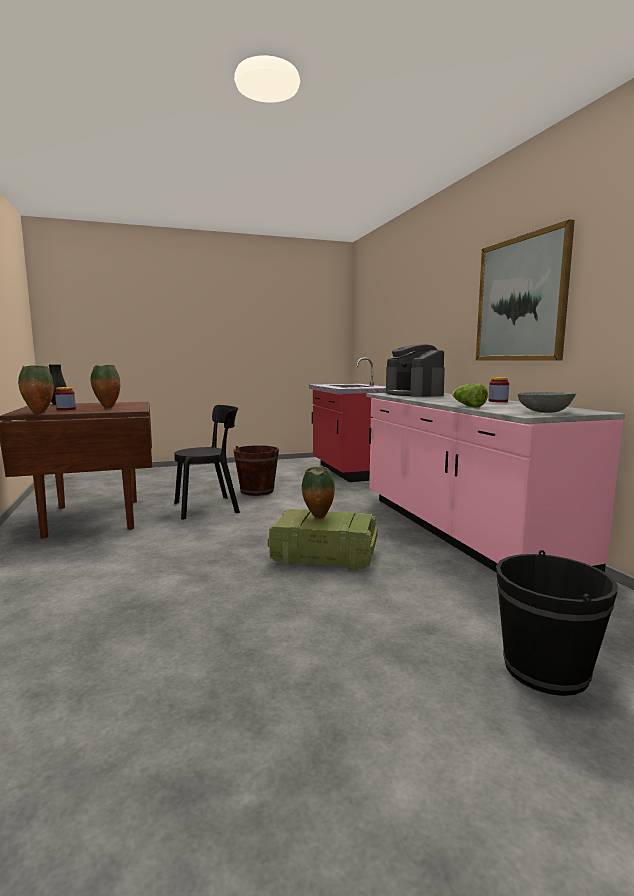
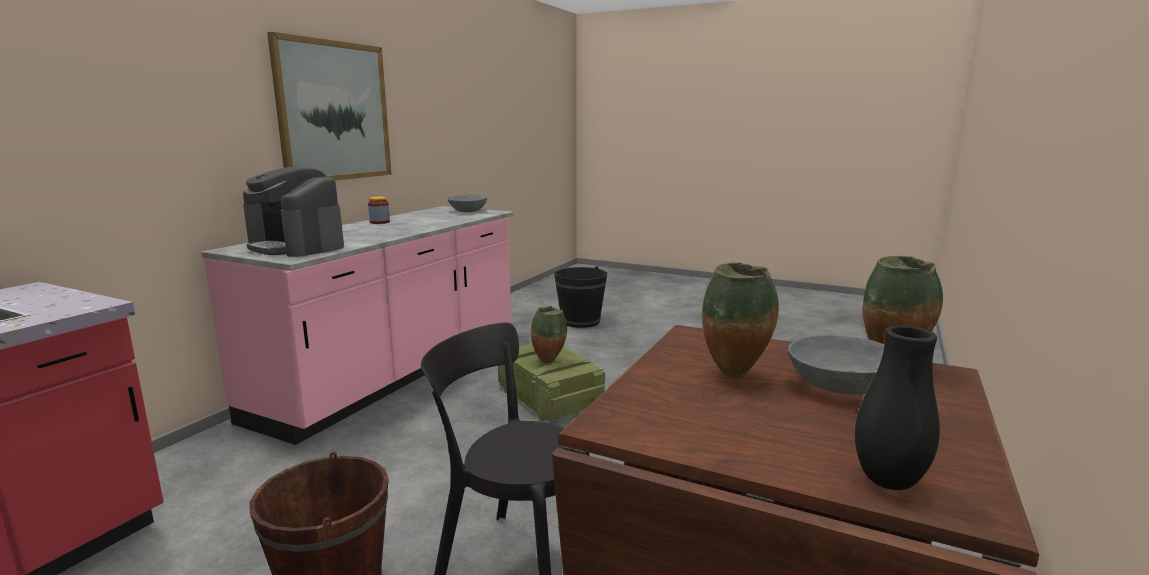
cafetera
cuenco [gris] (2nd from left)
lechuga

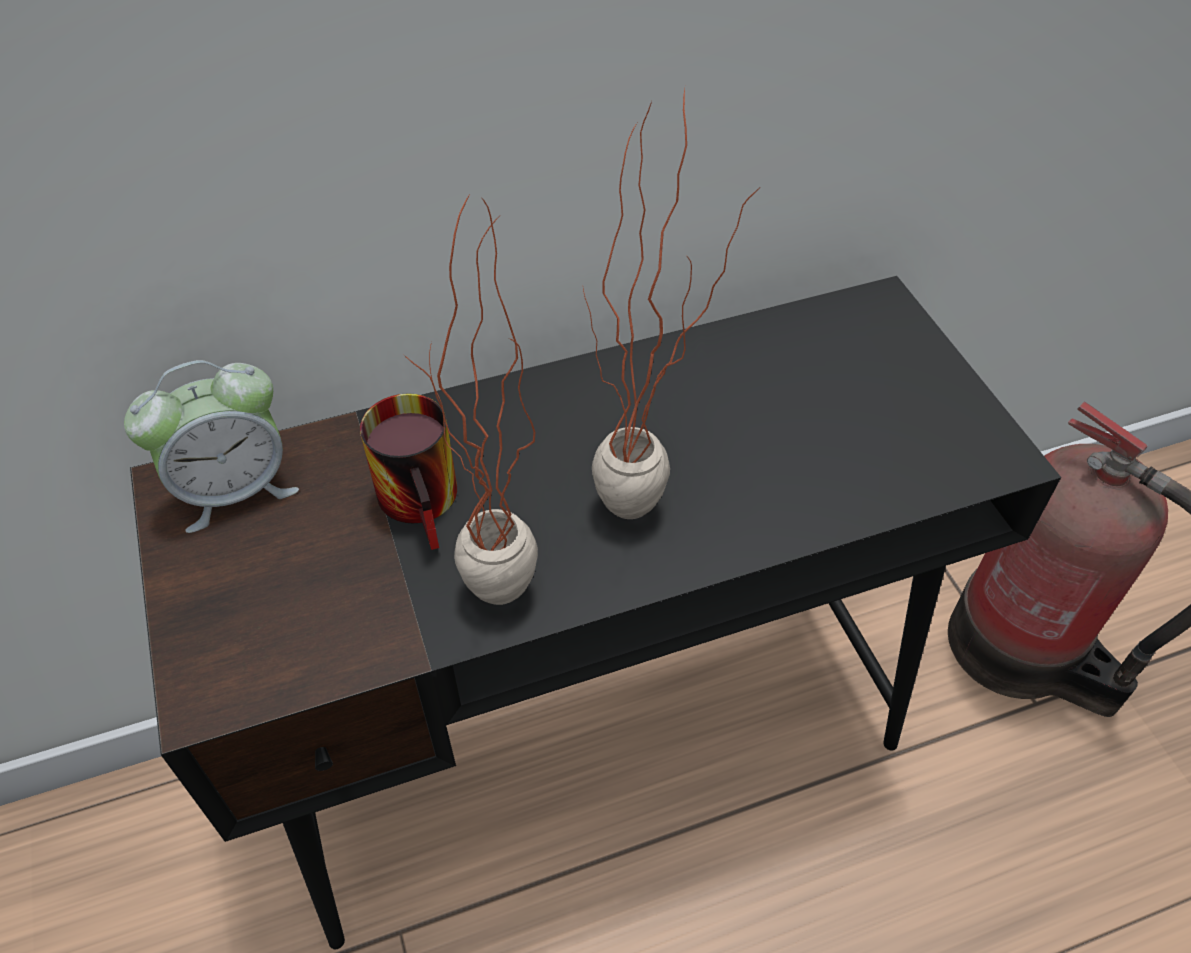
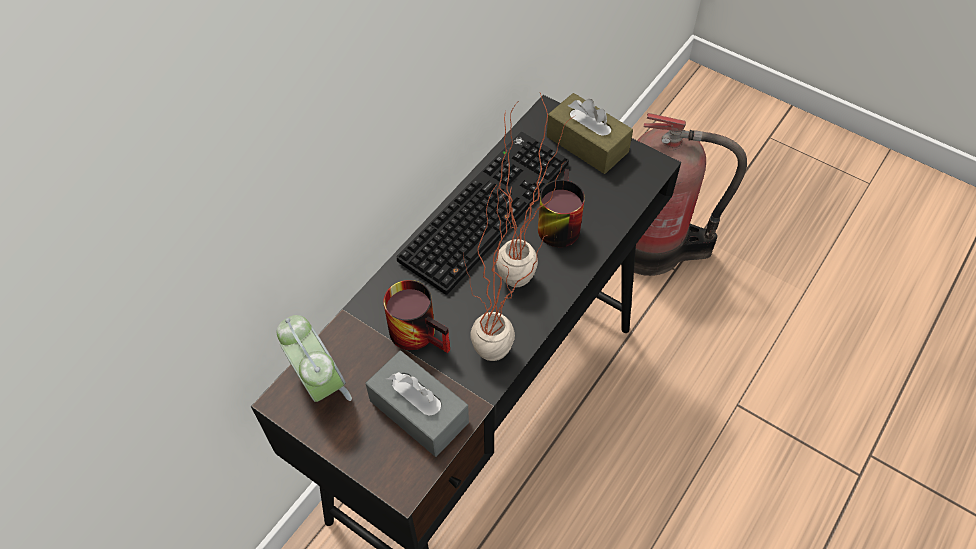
despertador
caja de pañuelos [gris]
teclado
taza grande (2nd from left)
caja de pañuelos [marrón]

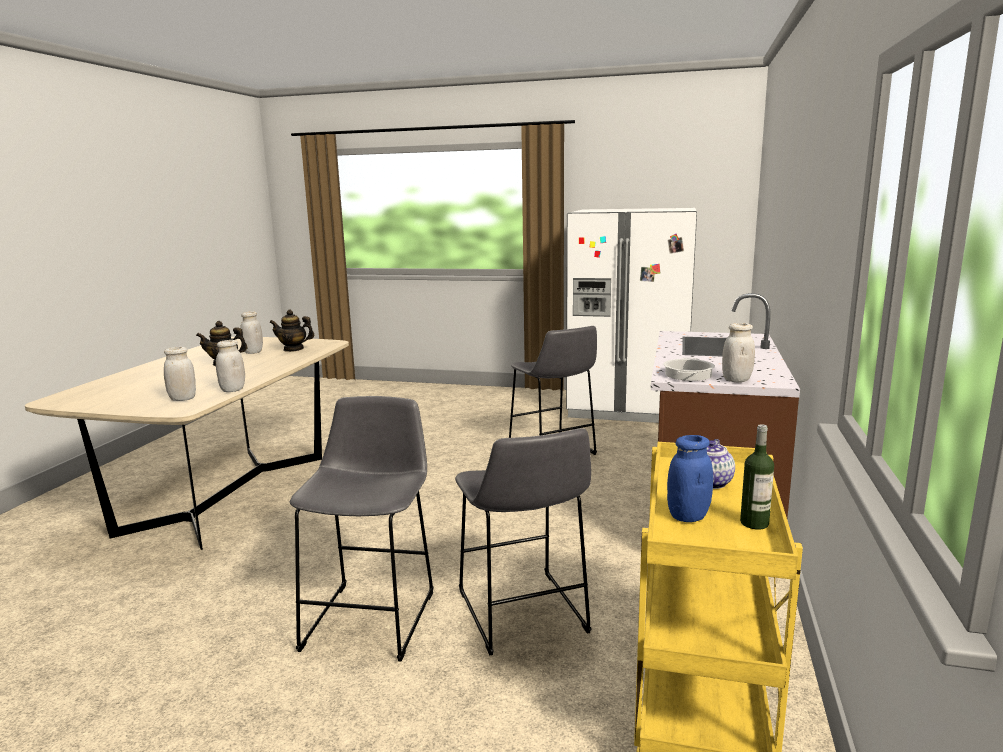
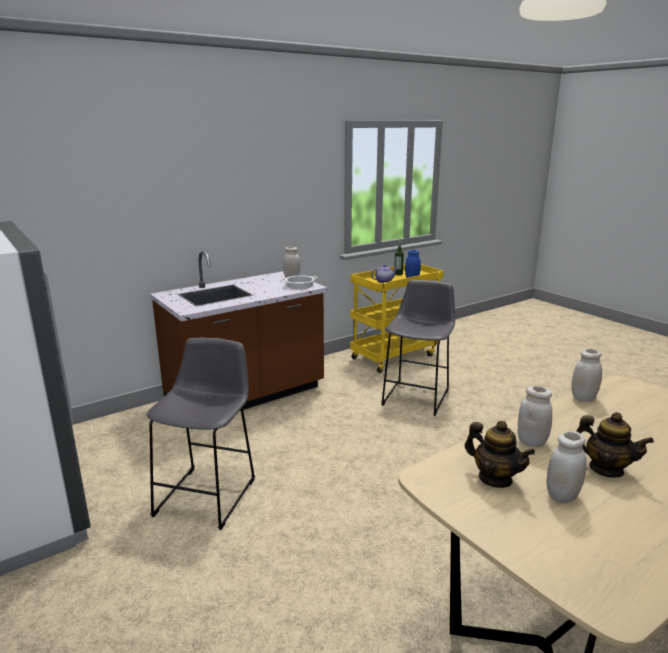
tarro [blanco] (2nd from left)
taburete [gris] (1st from left in the first image)

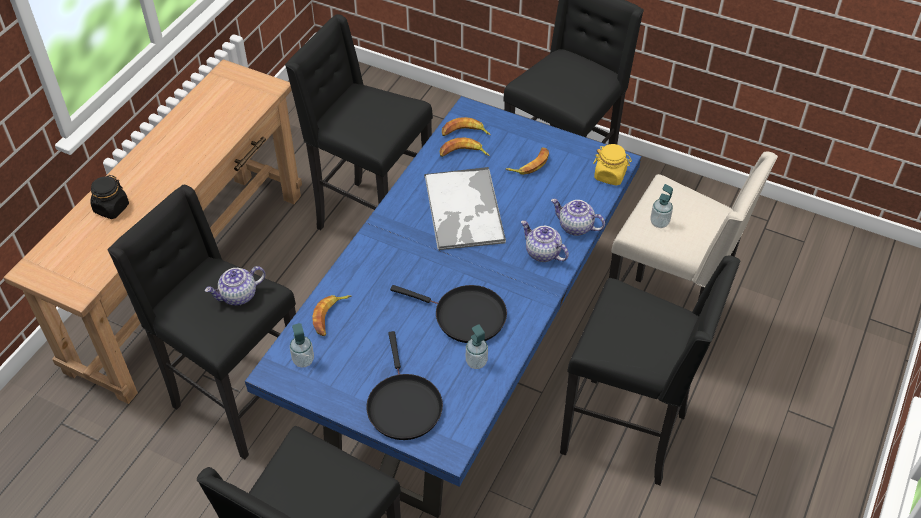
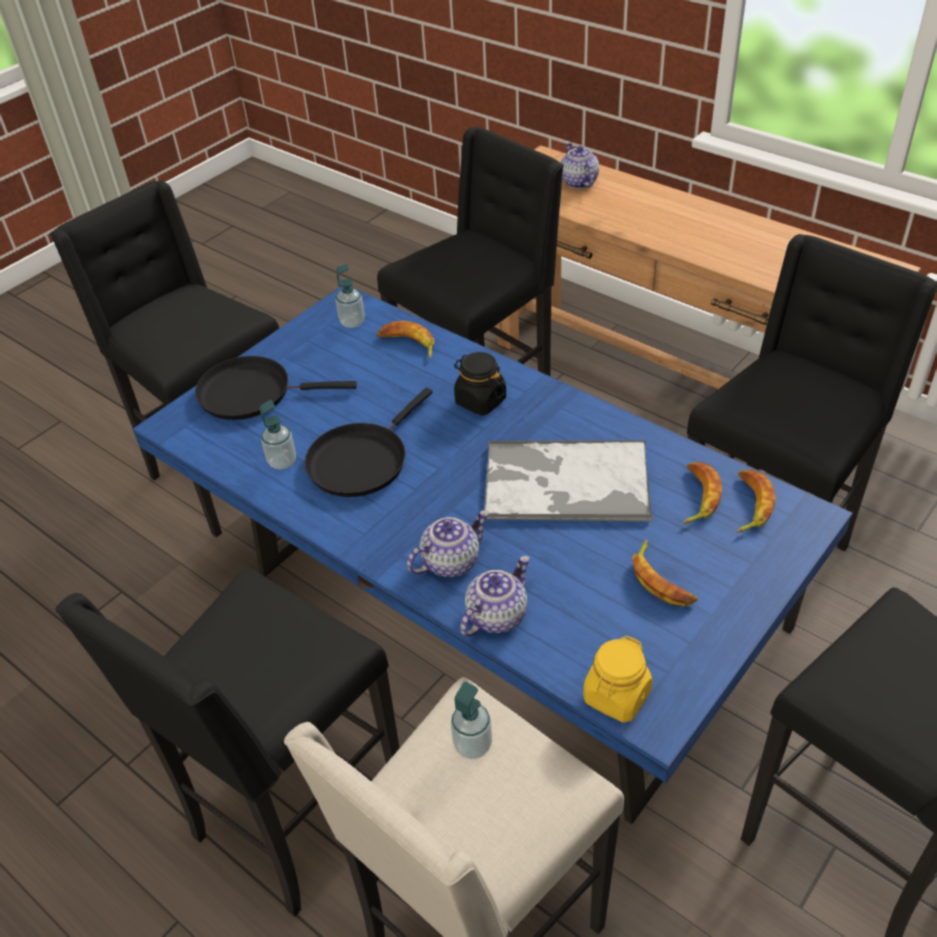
tarro [negro]
tetera (3rd from left)

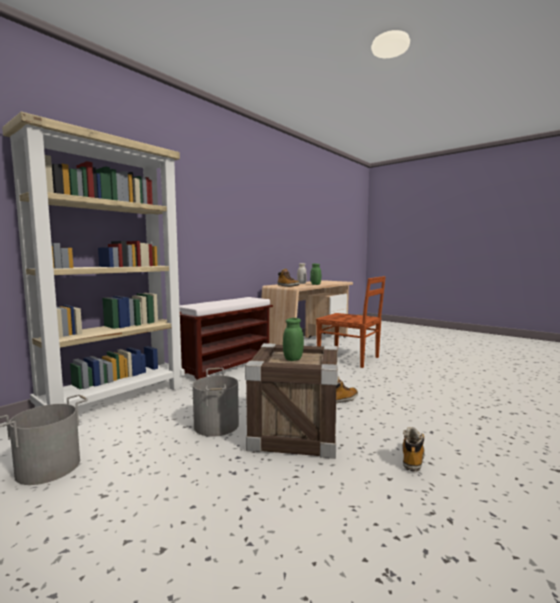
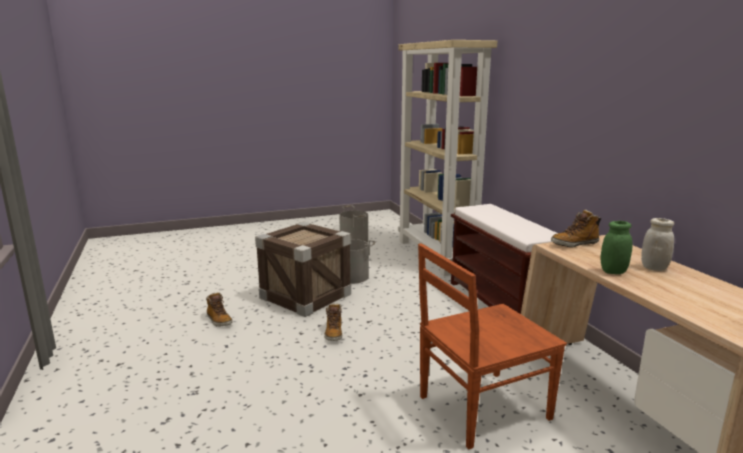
tarro [verde] (1st from left in the first image)

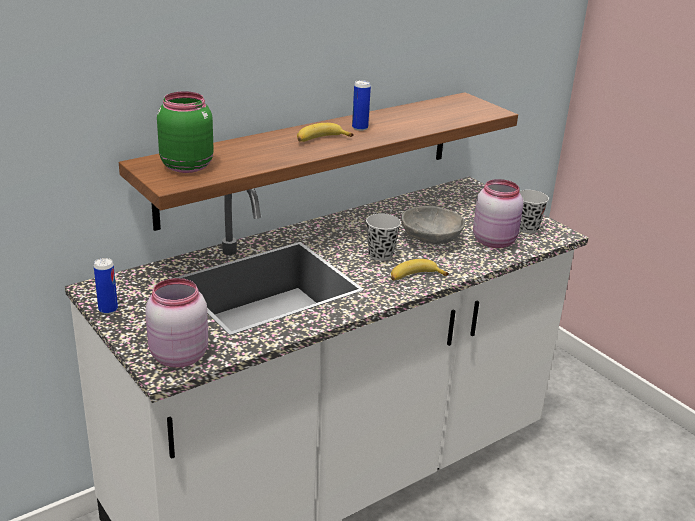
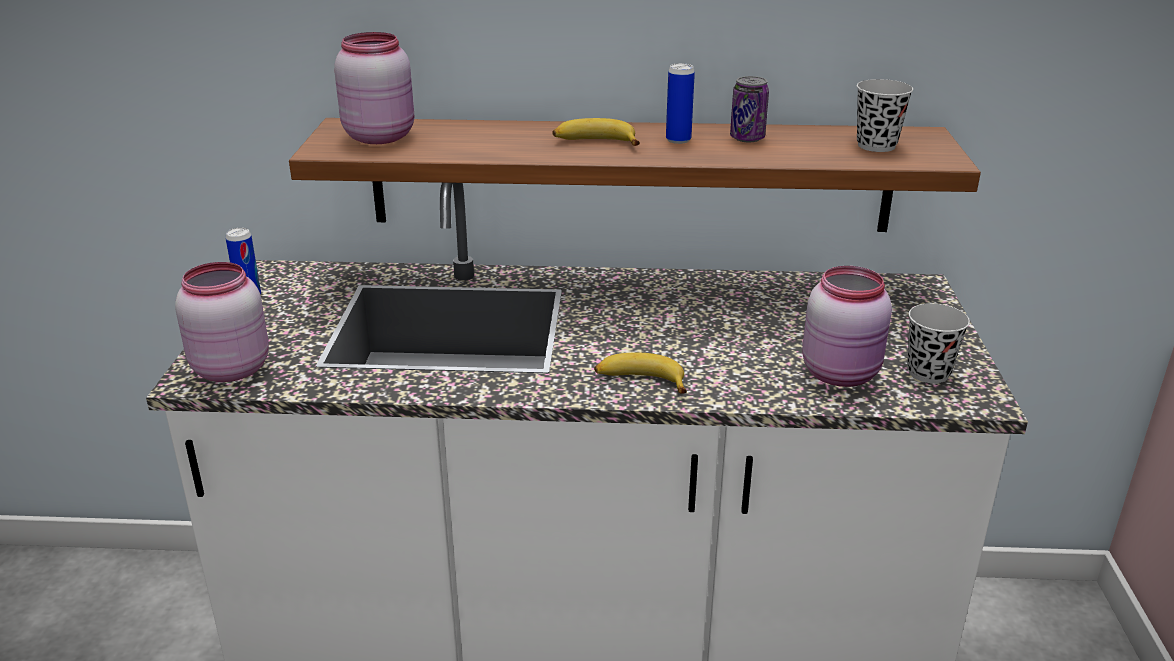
tarro [rosa] (2nd from left)
lata (3rd from left)
taza [negro] (1st from left)
cuenco [gris]

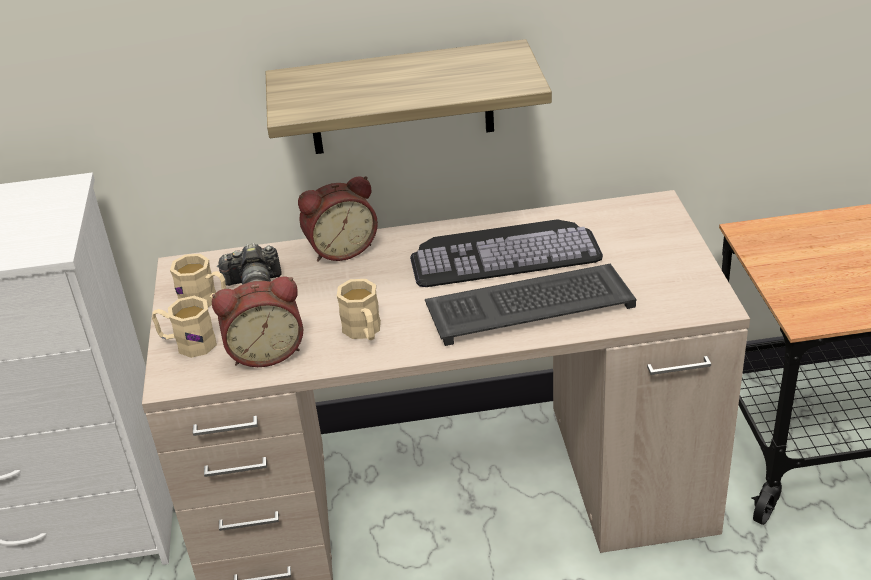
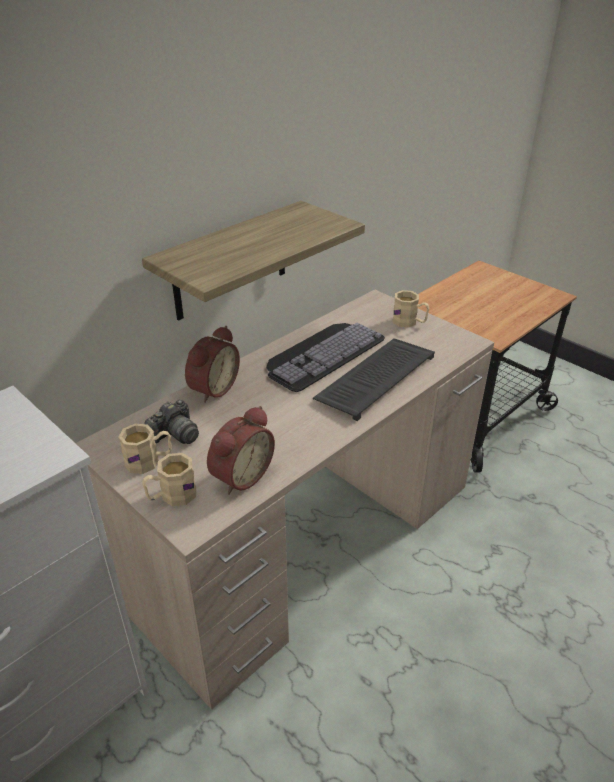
taza grande [beis] (3rd from left)

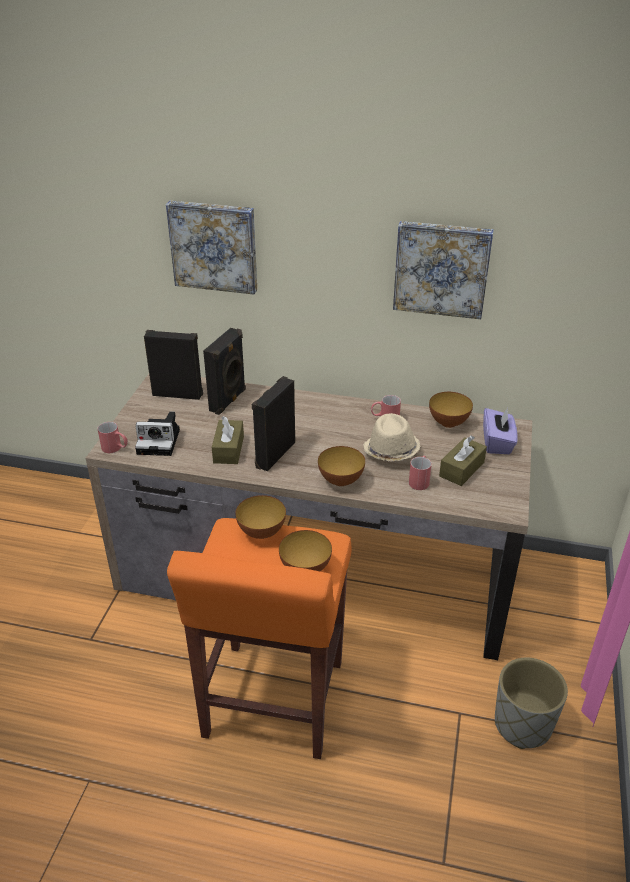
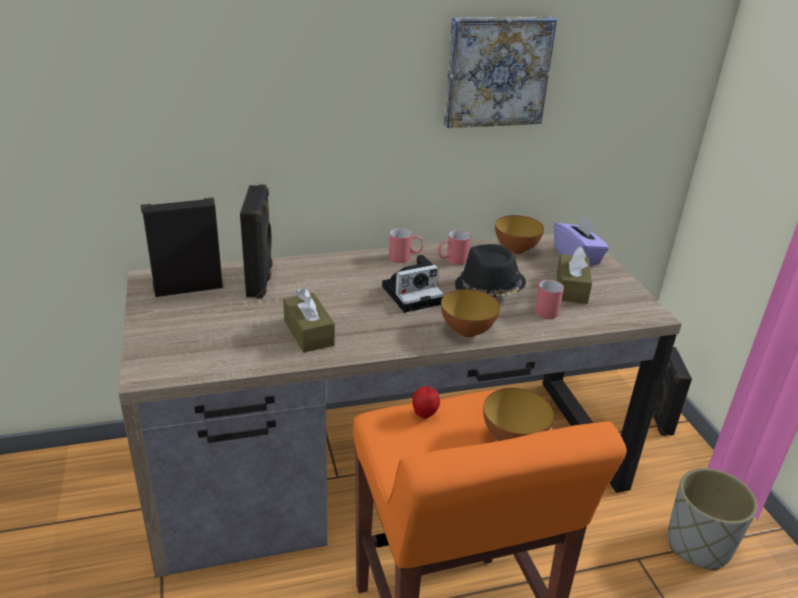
cámara
taza grande [rojo] (1st from left)
manzana
sombrero [negro]
altavoz [negro] (3rd from left)
cuadro (1st from left in the first image)

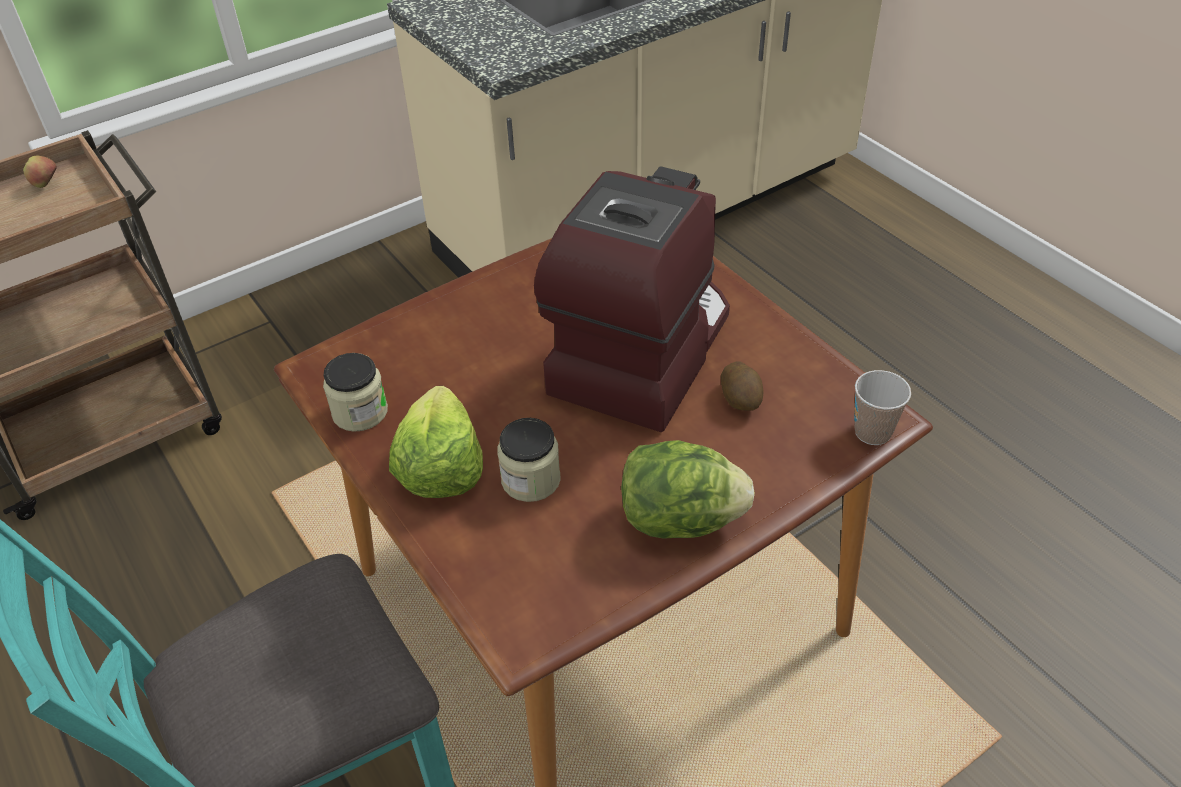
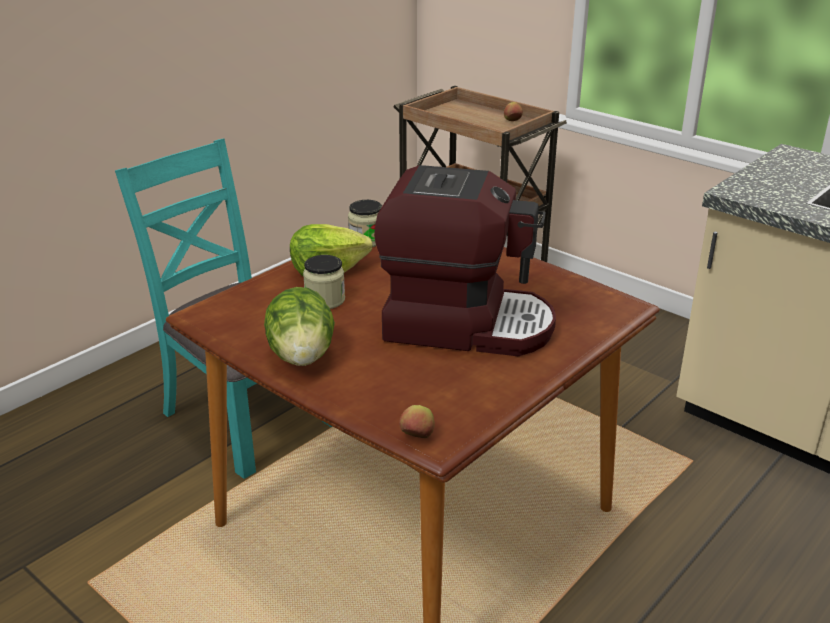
manzana (1st from left)
patata

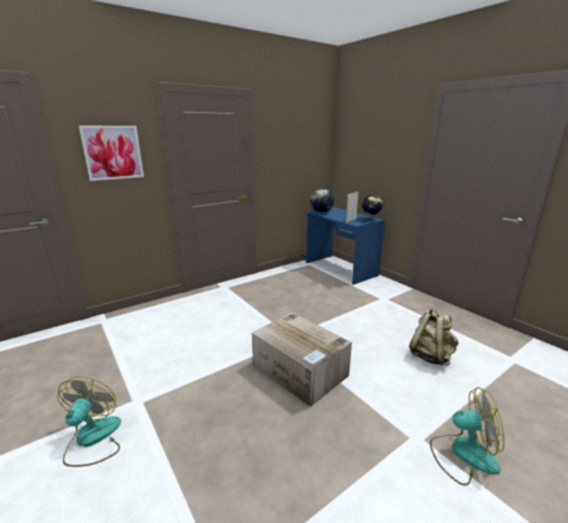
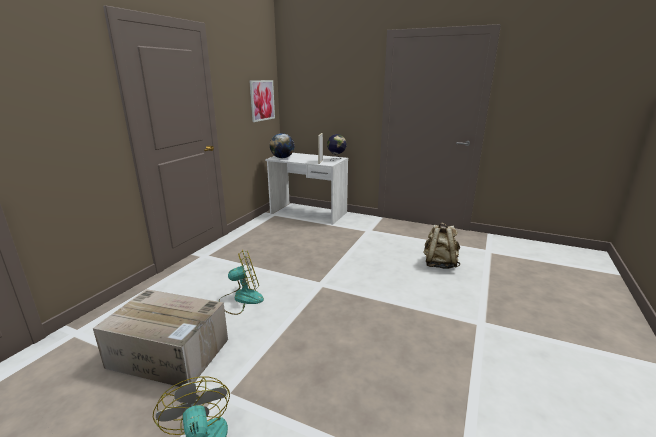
caja de cartón
ventilador (2nd from left)
cuadro
escritorio [blanco]

